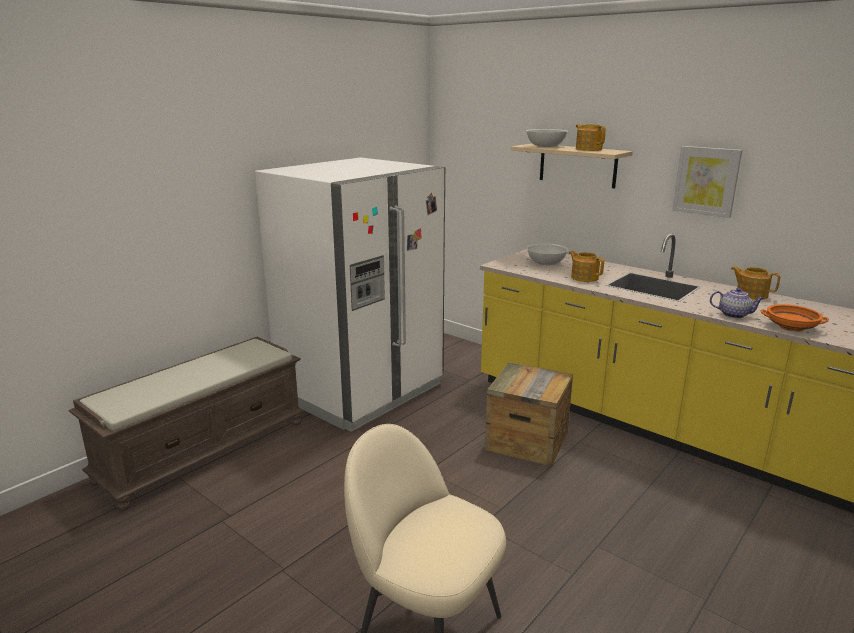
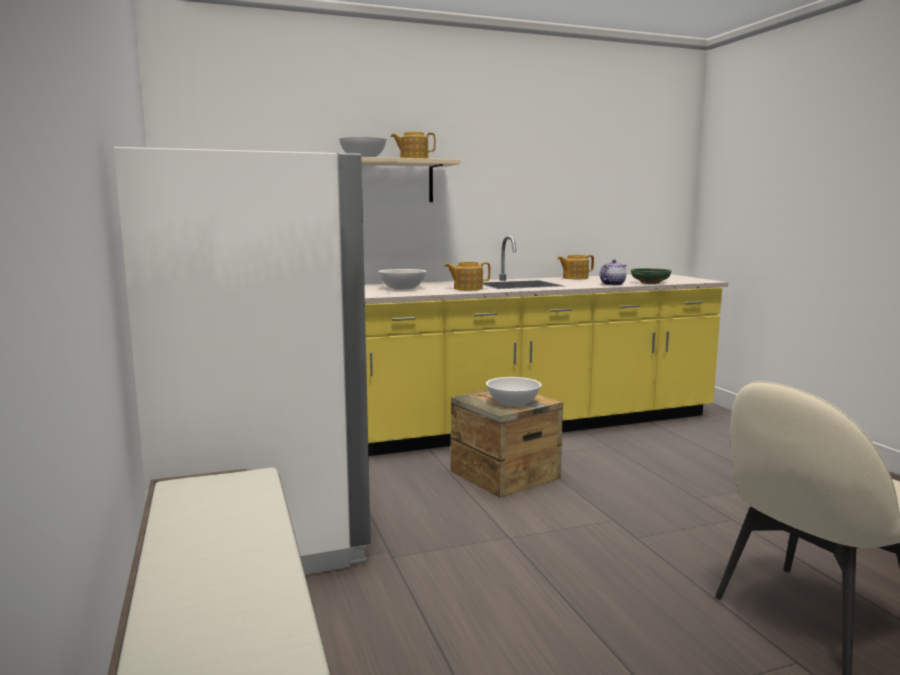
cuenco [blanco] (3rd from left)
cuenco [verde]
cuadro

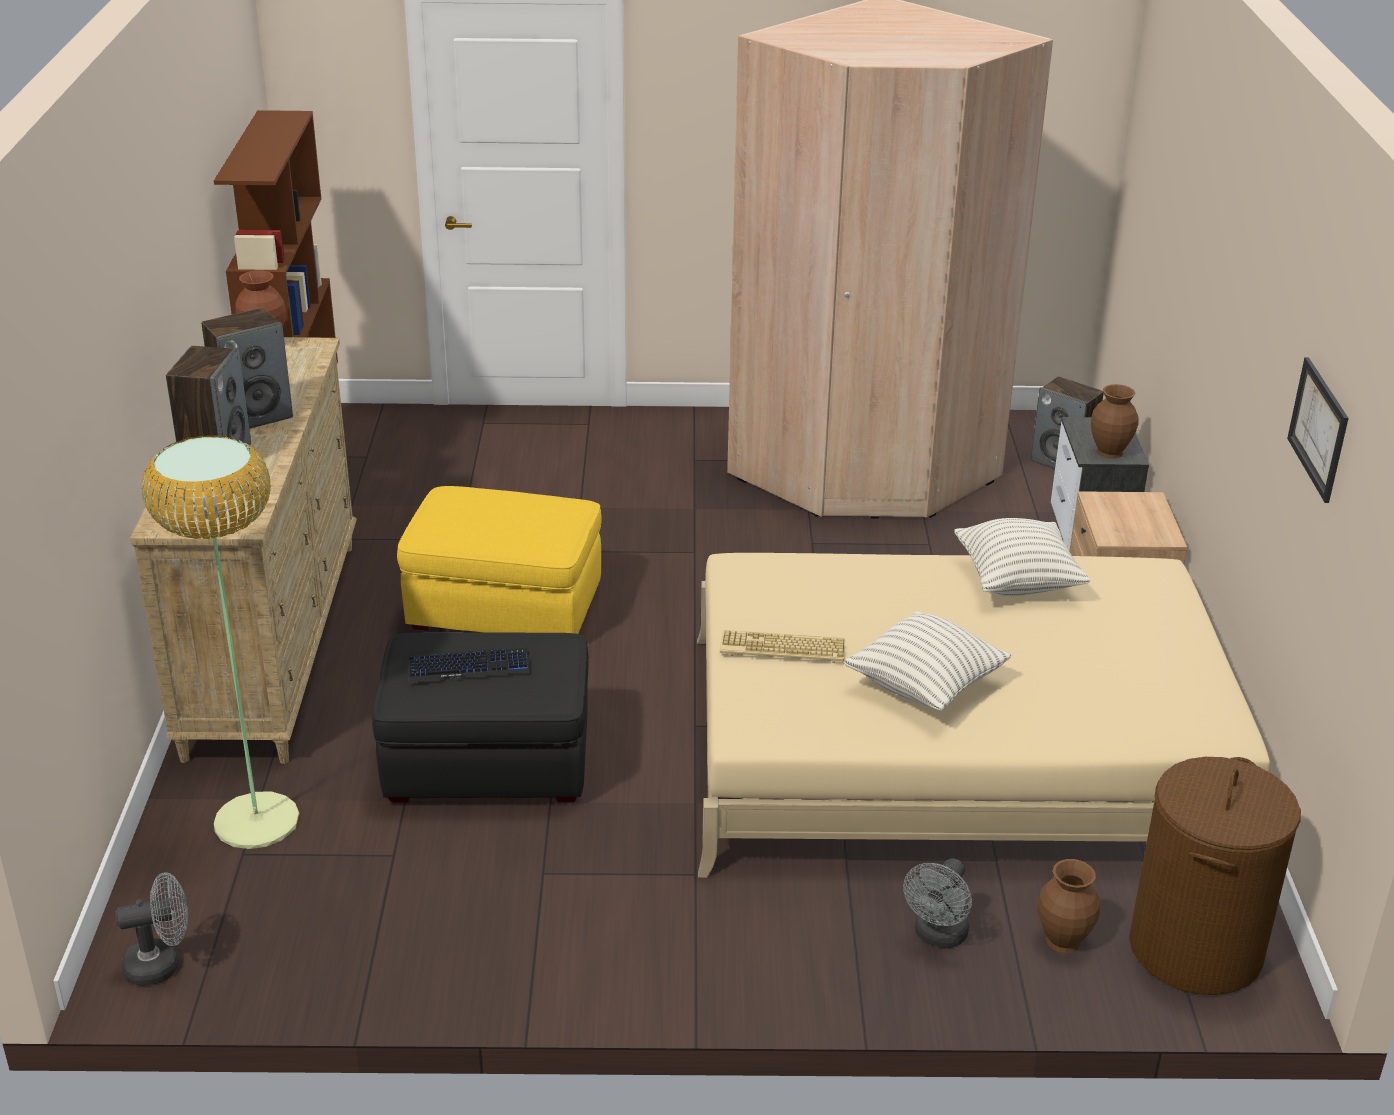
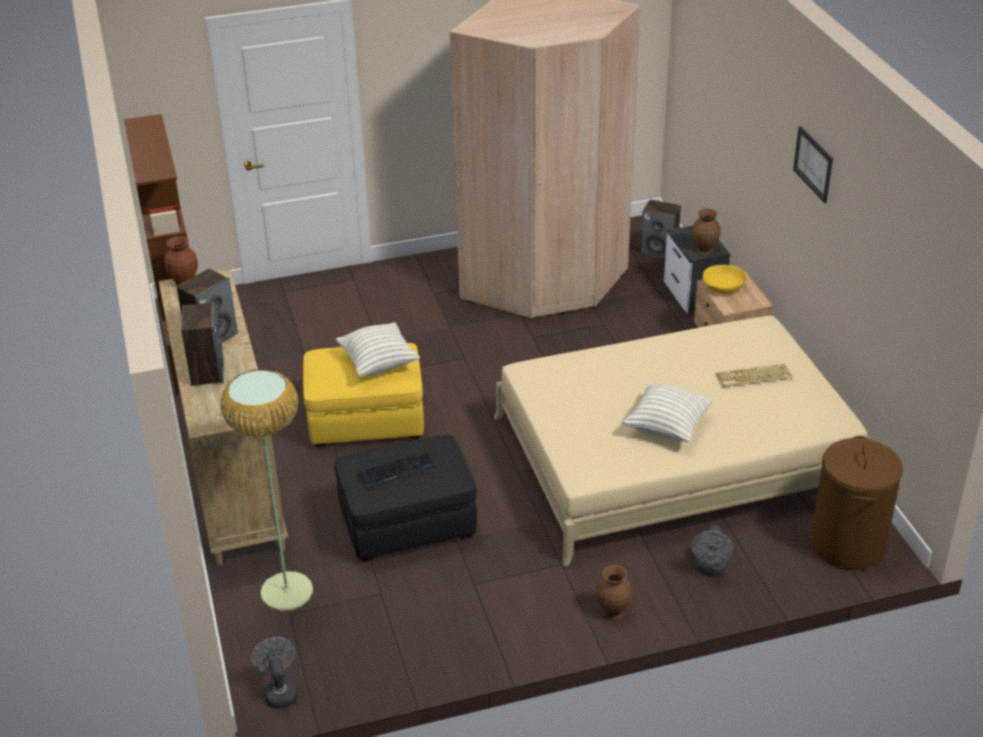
ventilador [gris] (1st from left)
cojín (1st from left)
florero [marrón] (2nd from left)
cuenco [amarillo]
teclado (2nd from left)
cuadro

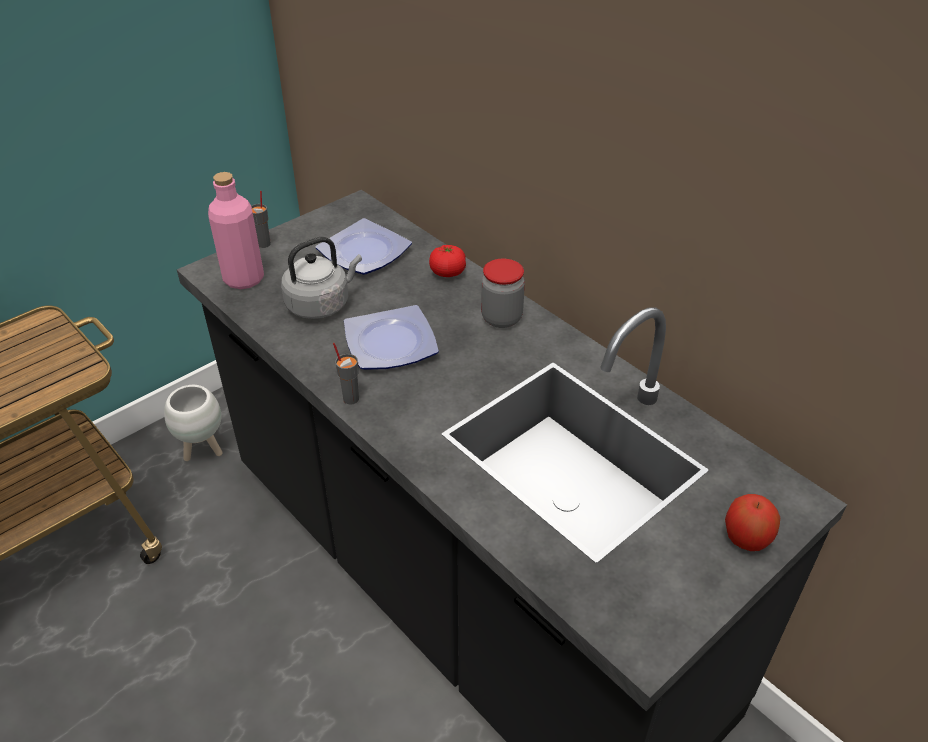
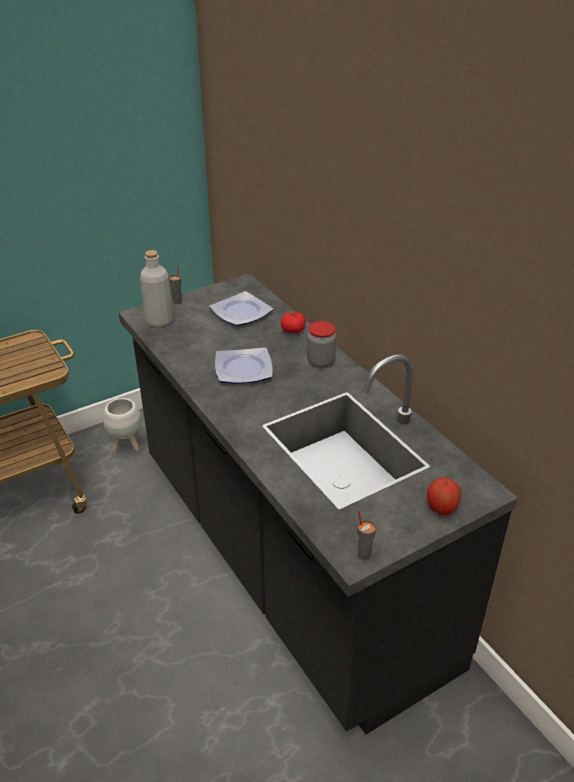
botella [gris]
taza [gris] (2nd from left)
hervidor [gris]

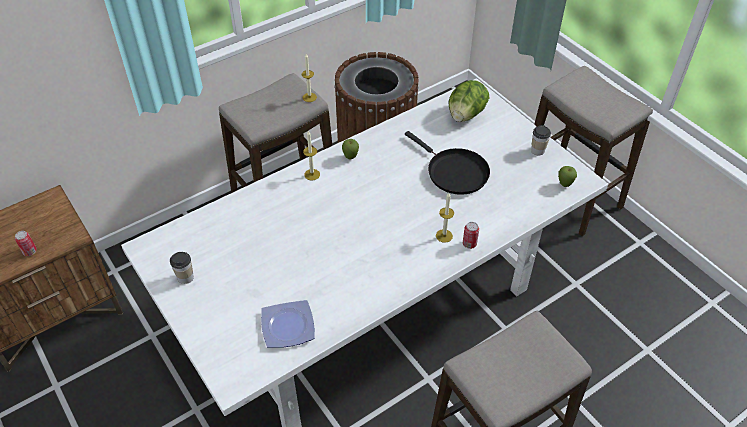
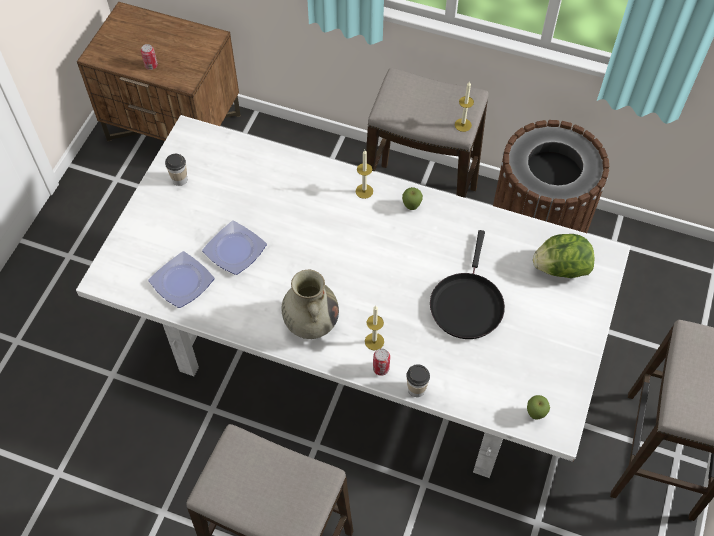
plato (2nd from left)
florero [beis]
taza (2nd from left)

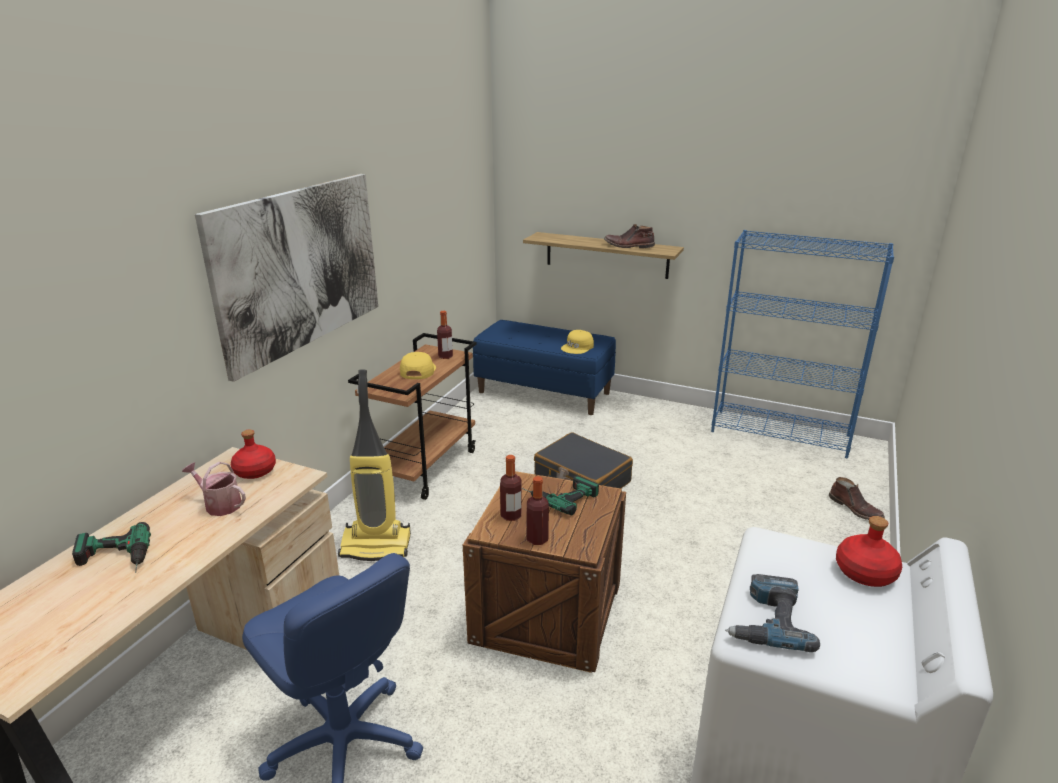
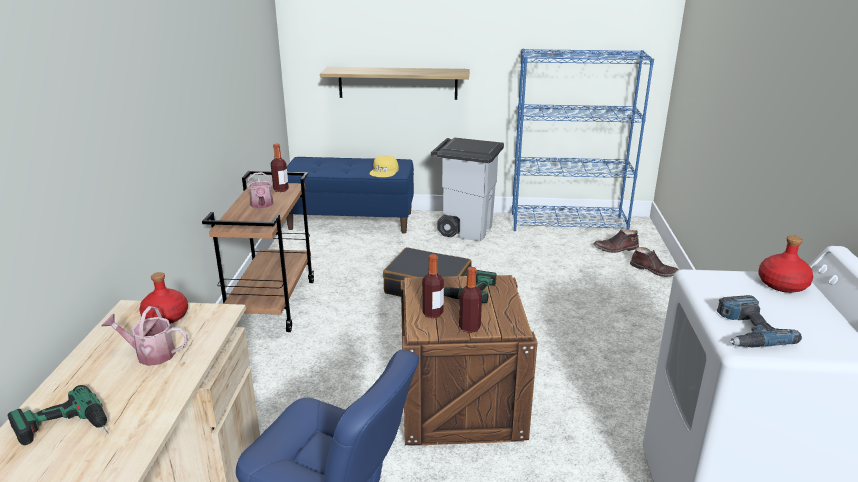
regadera (2nd from left)
papelera [gris]
bota [marrón] (1st from left)
cuadro
aspiradora

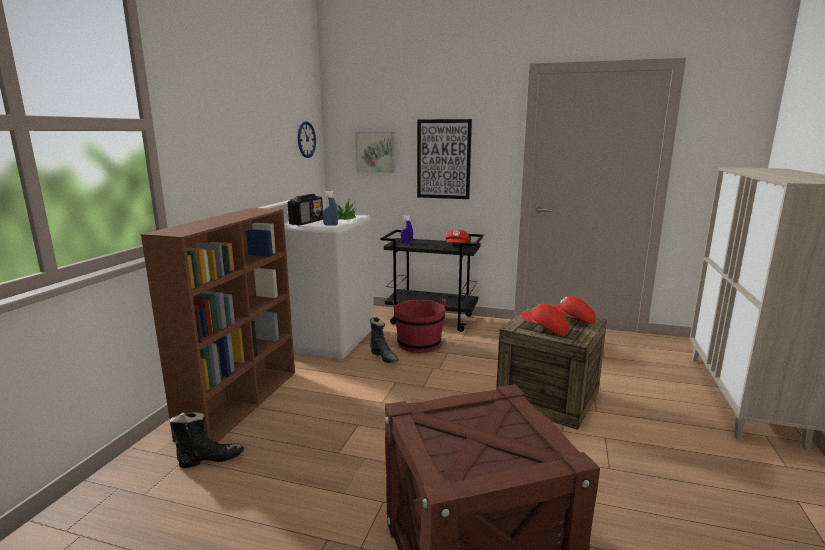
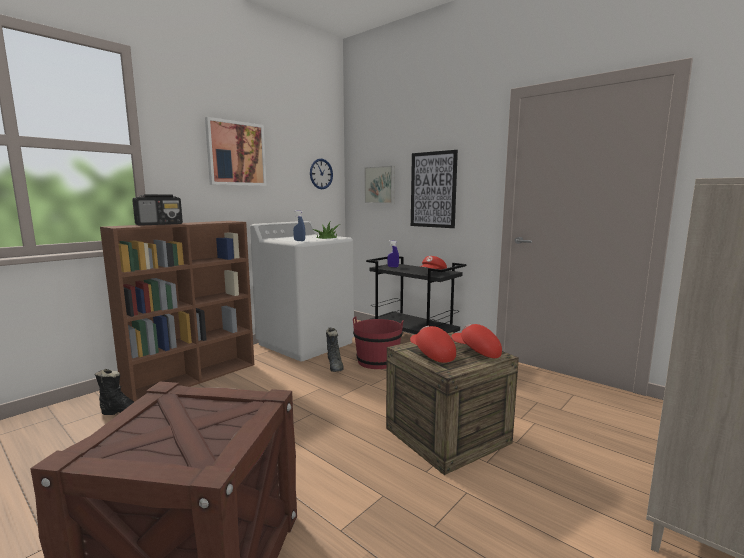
radio
cuadro (1st from left)

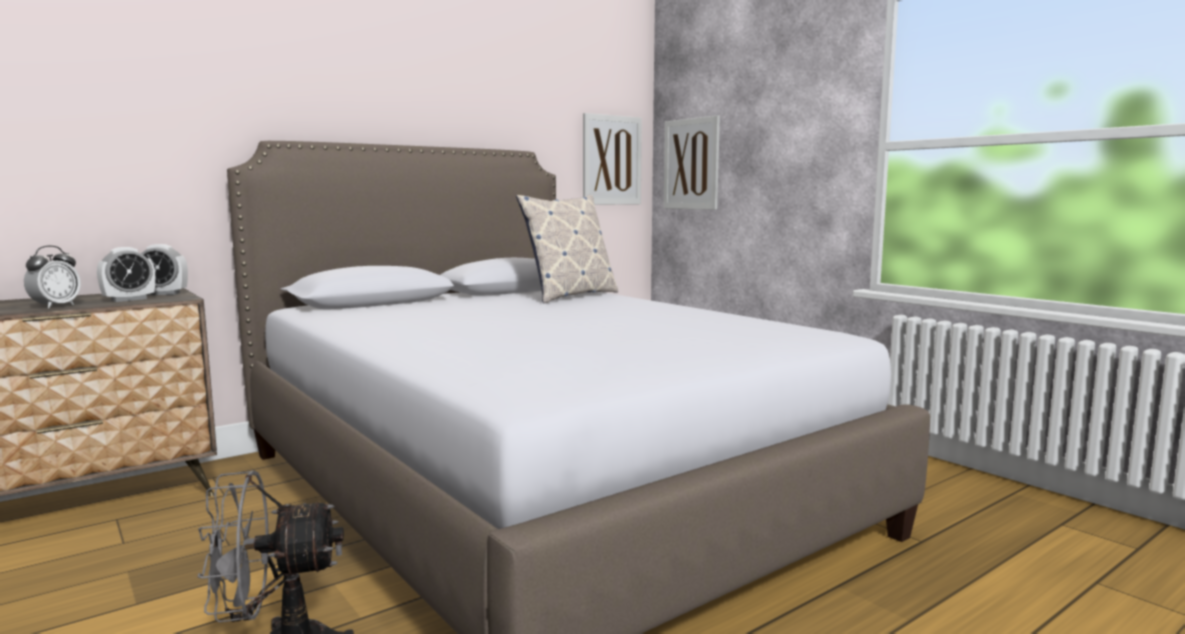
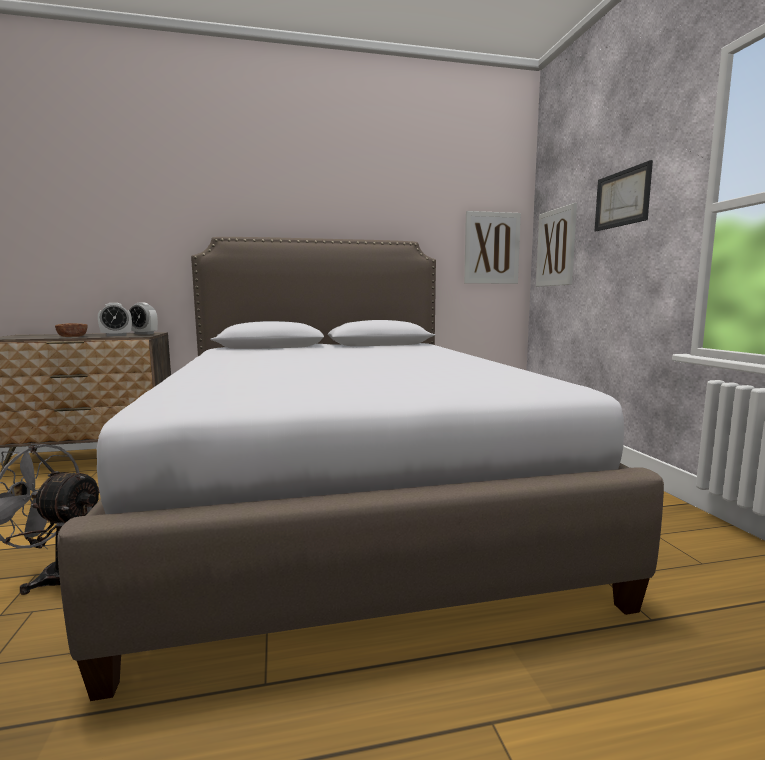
cuenco [marrón]
cuadro (3rd from left)
cojín

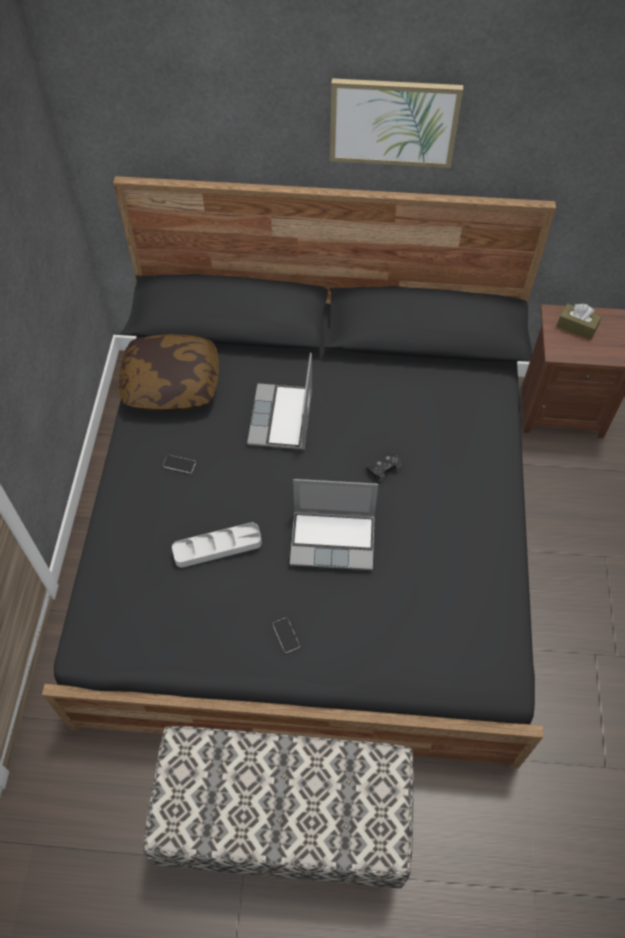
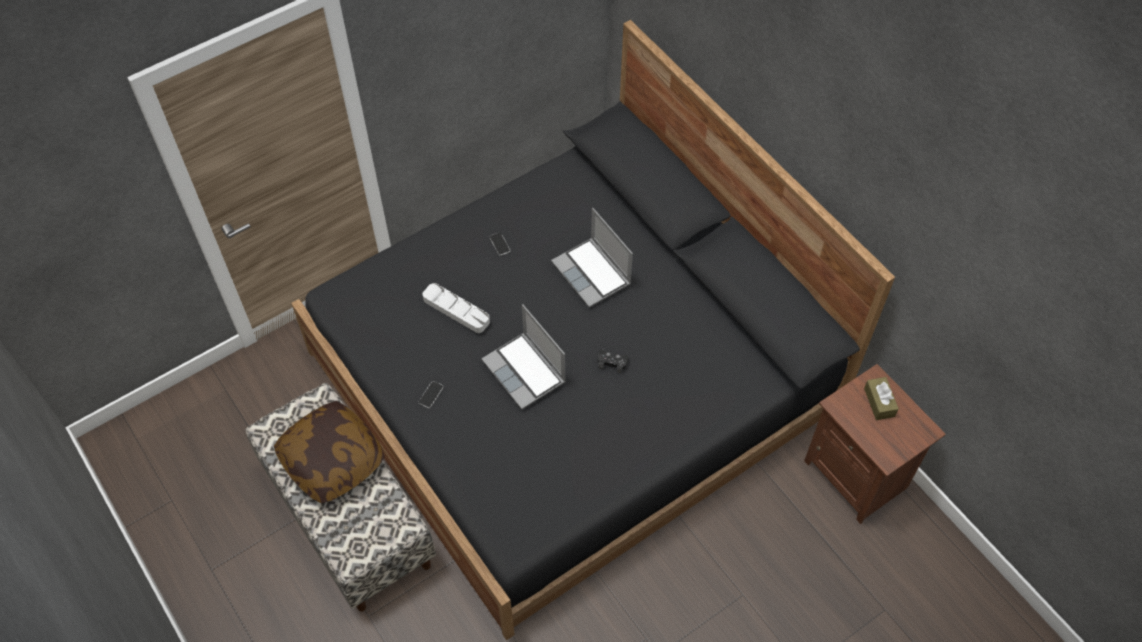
cojín
portátil (2nd from left)
cuadro

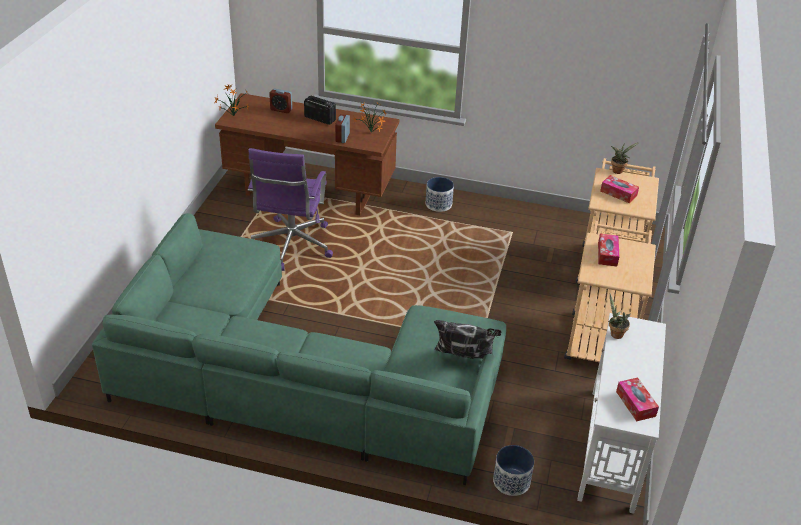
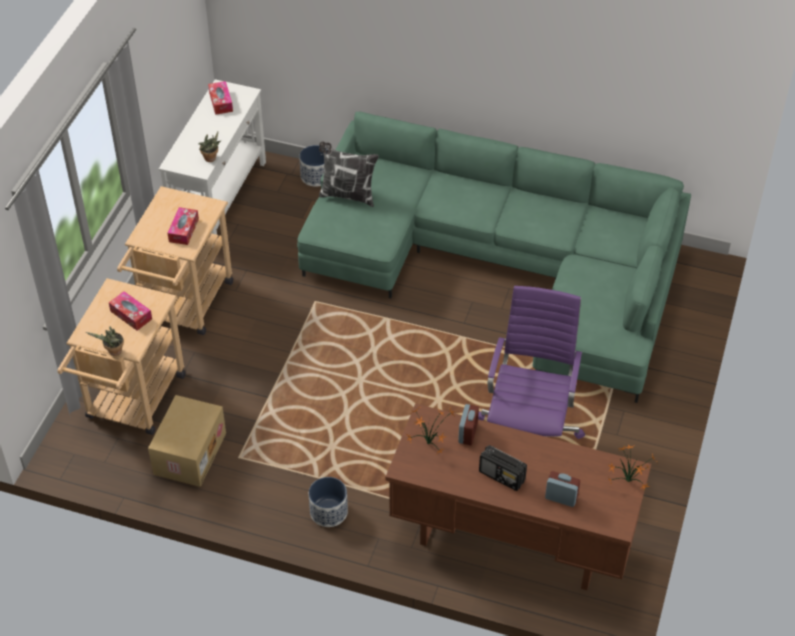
caja de cartón

